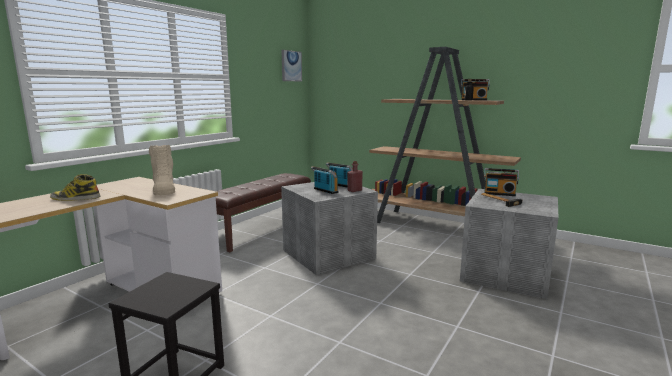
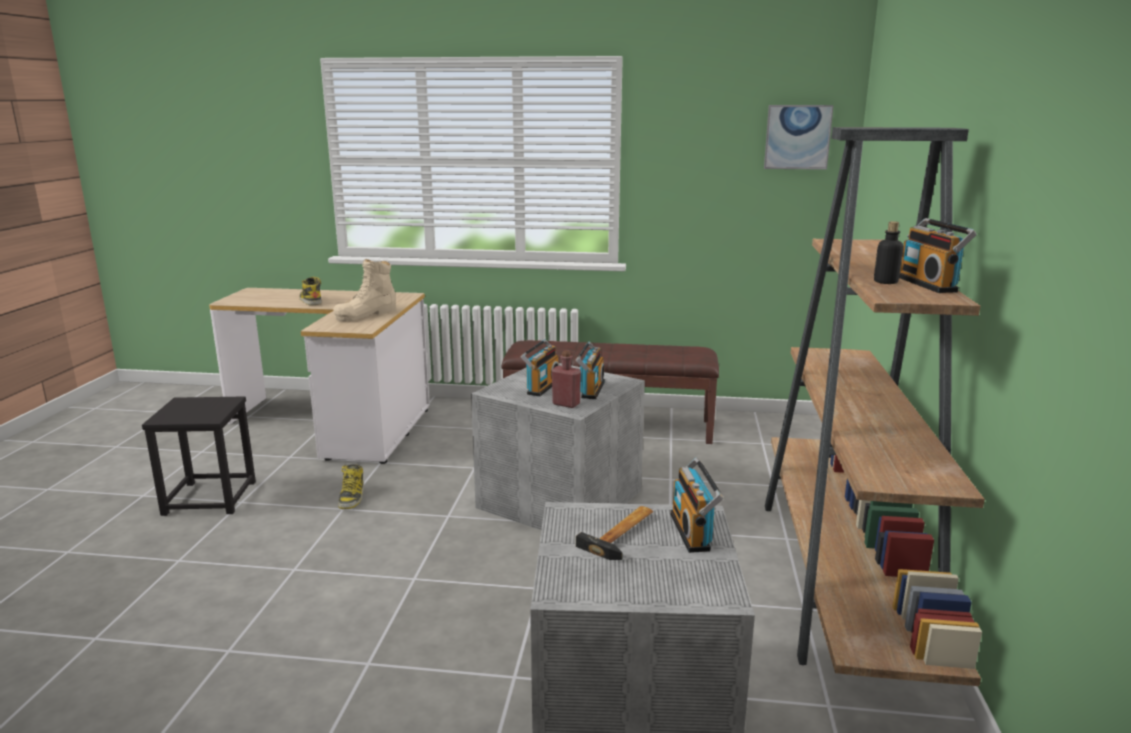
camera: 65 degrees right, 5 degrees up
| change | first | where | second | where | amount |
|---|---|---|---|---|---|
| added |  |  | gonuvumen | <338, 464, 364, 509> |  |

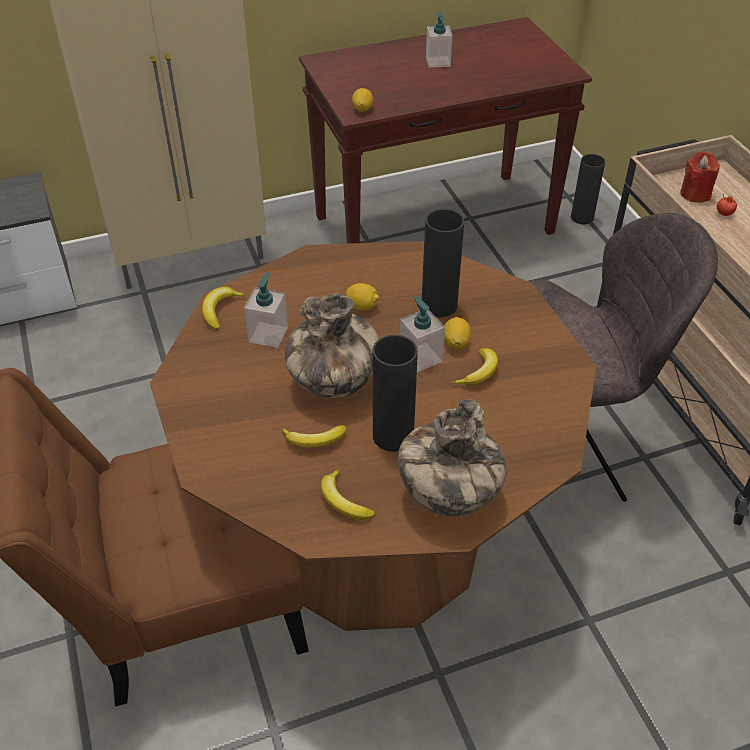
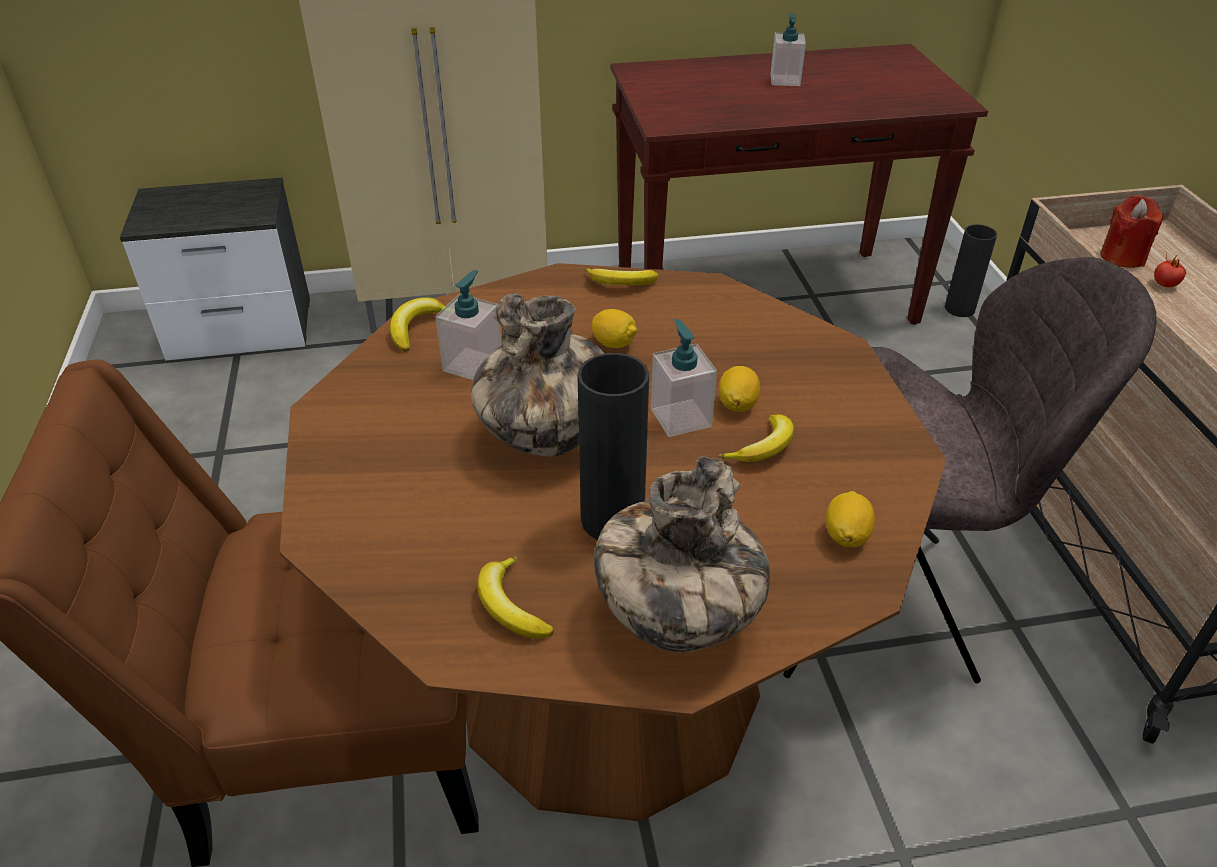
camera: 10 degrees right, 5 degrees down
| change | first | where | second | where | amount |
|---|---|---|---|---|---|
| moved | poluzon | <352, 88, 373, 112> |  | <826, 491, 875, 547> |  |
| removed | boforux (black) | <422, 209, 465, 317> |  |  |  |
| moved | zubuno | <282, 425, 346, 448> |  | <586, 268, 658, 286> |  |

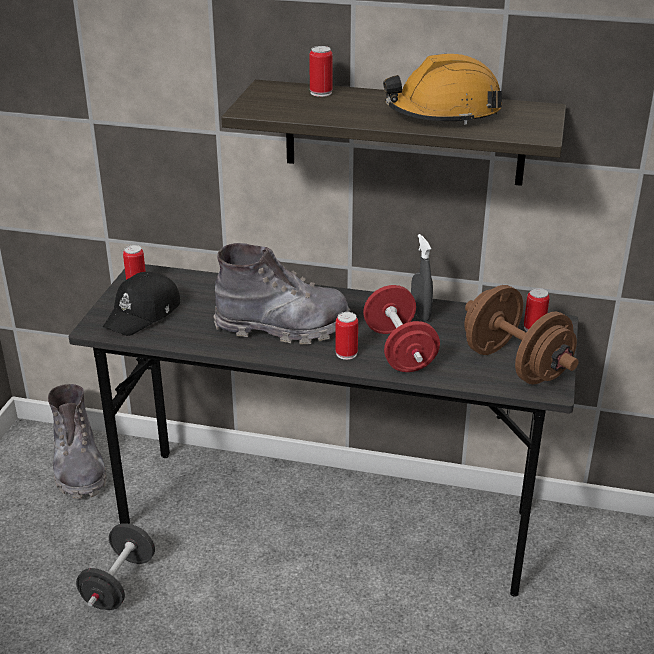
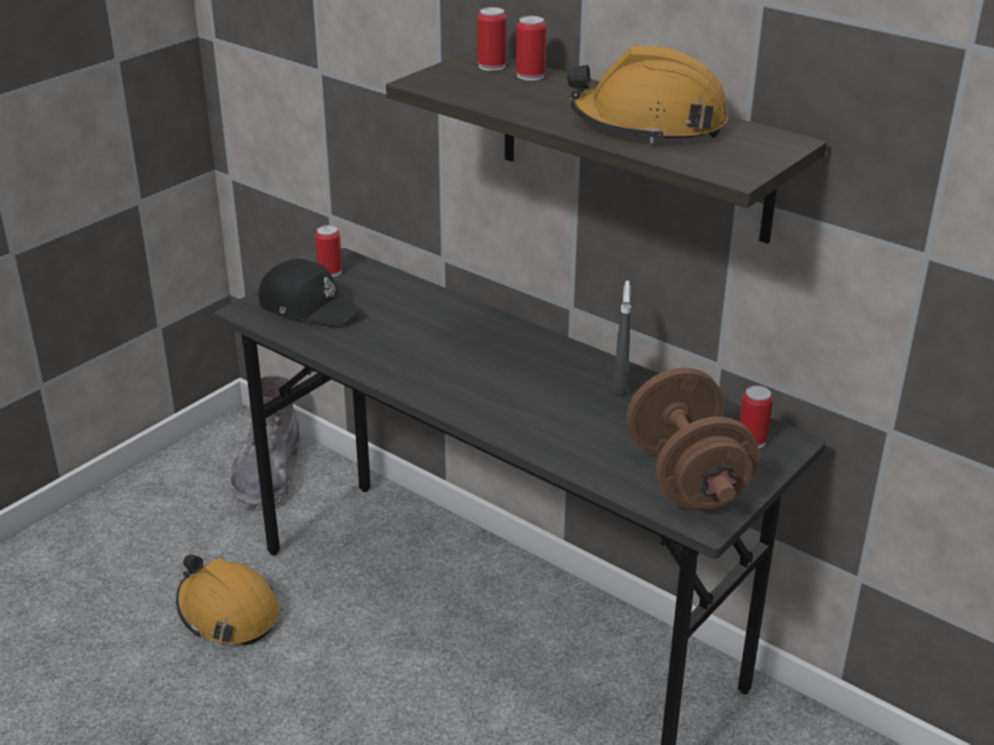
camera: 25 degrees right, 0 degrees up
| change | first | where | second | where | amount |
|---|---|---|---|---|---|
| removed | gonuvumen (grey) | <213, 243, 351, 345> |  |  |  |
| turned | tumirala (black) | <102, 272, 180, 336> |  | <258, 259, 361, 328> | 120 degrees counterclockwise |
| removed | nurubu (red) | <363, 285, 440, 372> |  |  |  |
| moved | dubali | <335, 312, 358, 360> |  | <477, 7, 507, 71> |  |
| replaced | nurubu (black) | <76, 523, 155, 610> | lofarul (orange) | <176, 554, 280, 645> |  |

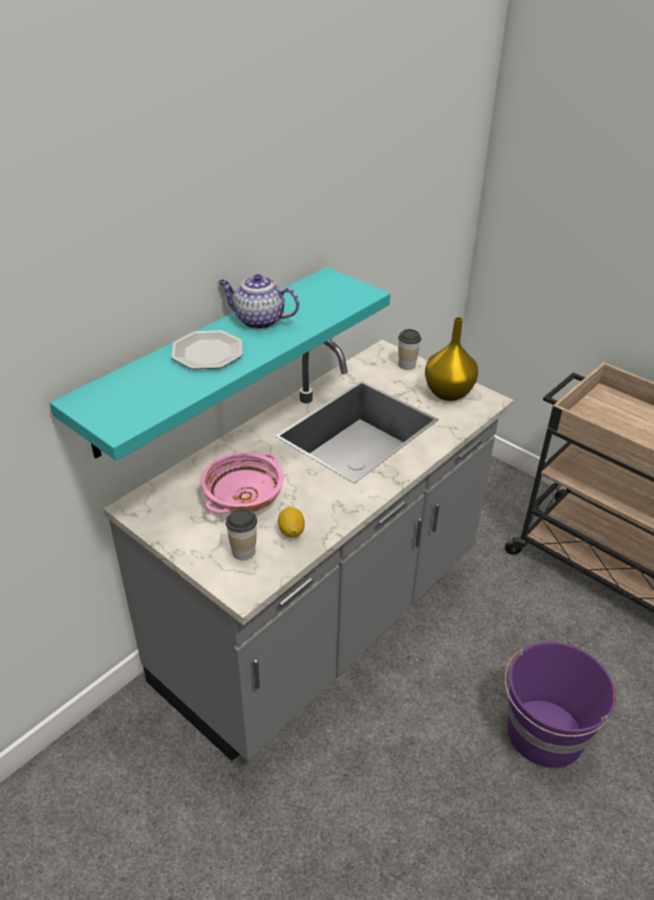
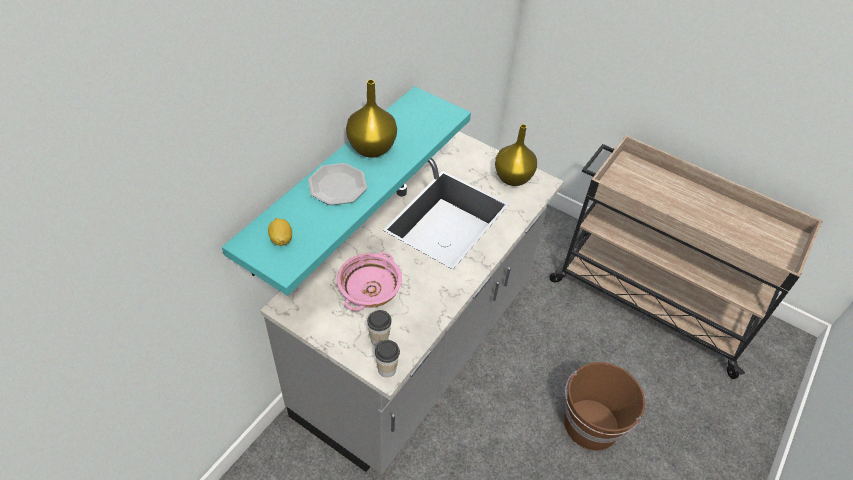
camera: 10 degrees left, 10 degrees up
| change | first | where | second | where | amount |
|---|---|---|---|---|---|
| replaced | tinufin | <218, 274, 299, 329> | boforux (yellow) | <346, 80, 397, 158> |  |
| moved | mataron | <398, 329, 421, 370> |  | <375, 340, 400, 378> |  |
| moved | poluzon | <278, 507, 305, 538> |  | <268, 218, 292, 246> |  |
| recoloured | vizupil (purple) | <505, 642, 616, 768> | vizupil (brown) | <564, 362, 645, 451> |  |

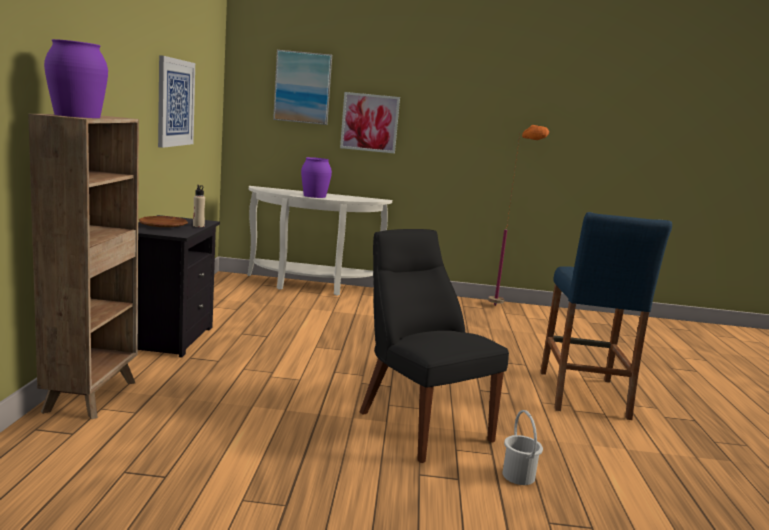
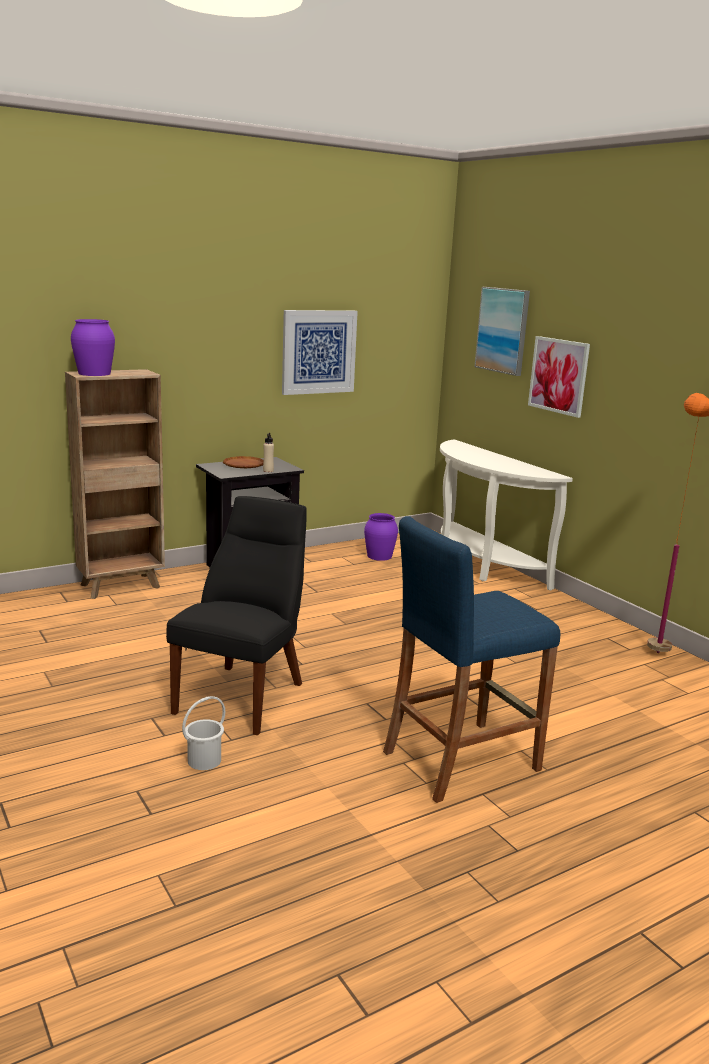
camera: 55 degrees right, 5 degrees up
| change | first | where | second | where | amount |
|---|---|---|---|---|---|
| moved | boforux (purple) | <301, 157, 332, 198> |  | <364, 513, 398, 561> |  |

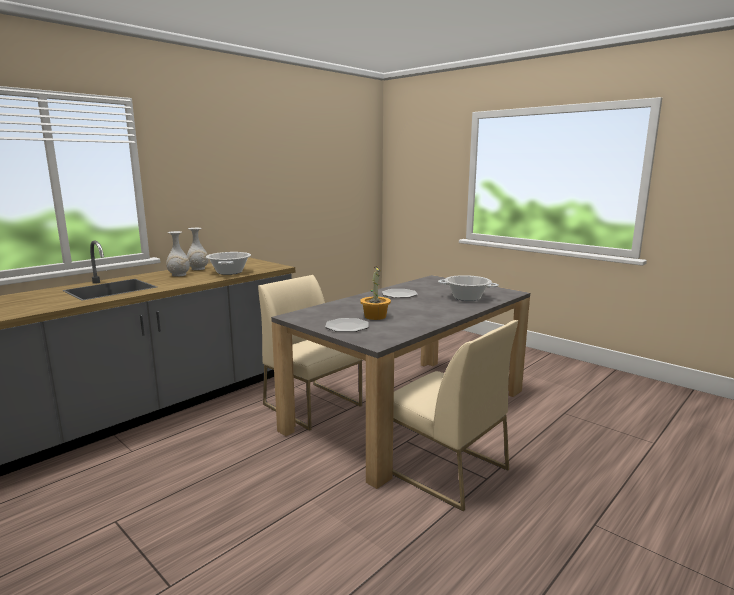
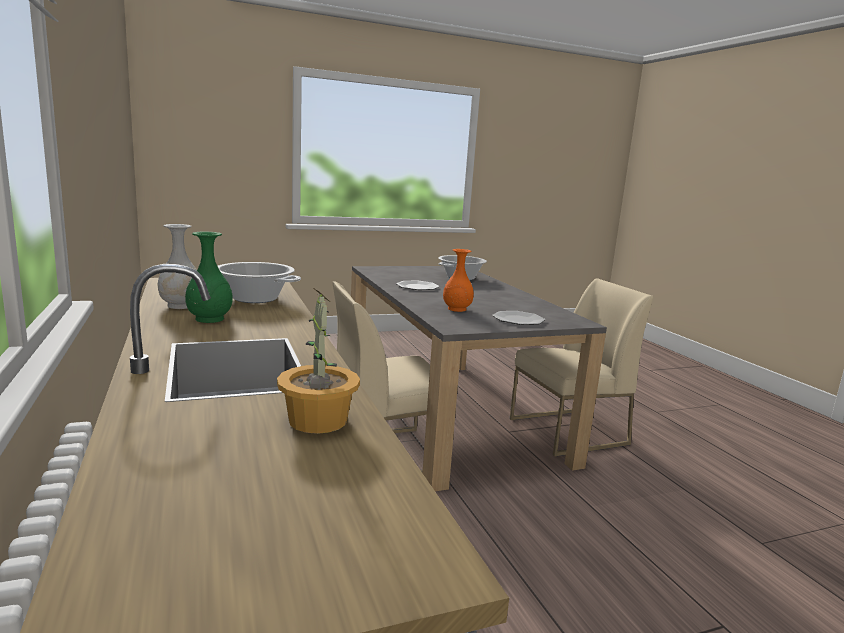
camera: 65 degrees left, 0 degrees up
| change | first | where | second | where | amount |
|---|---|---|---|---|---|
| recoloured | boforux (white) | <166, 231, 190, 277> | boforux (green) | <185, 232, 233, 323> |  |
| moved | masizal | <360, 266, 391, 320> |  | <277, 289, 360, 434> |  |
| added |  |  | boforux (orange) | <443, 249, 474, 312> |  |

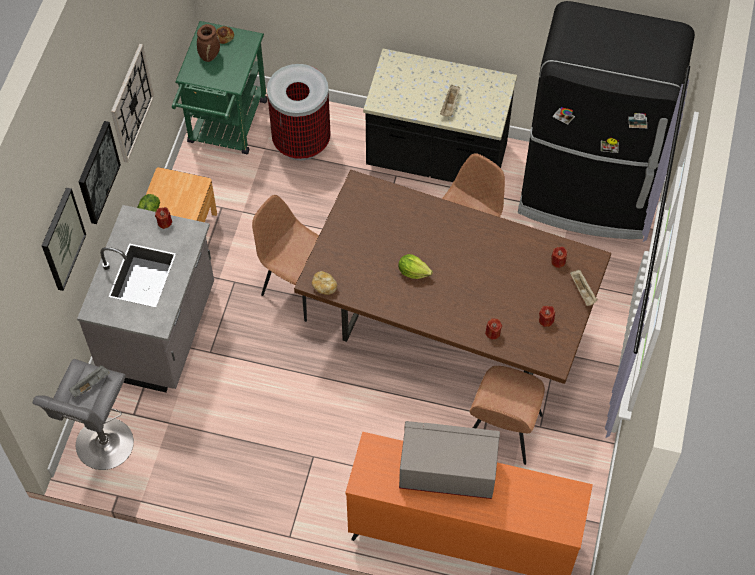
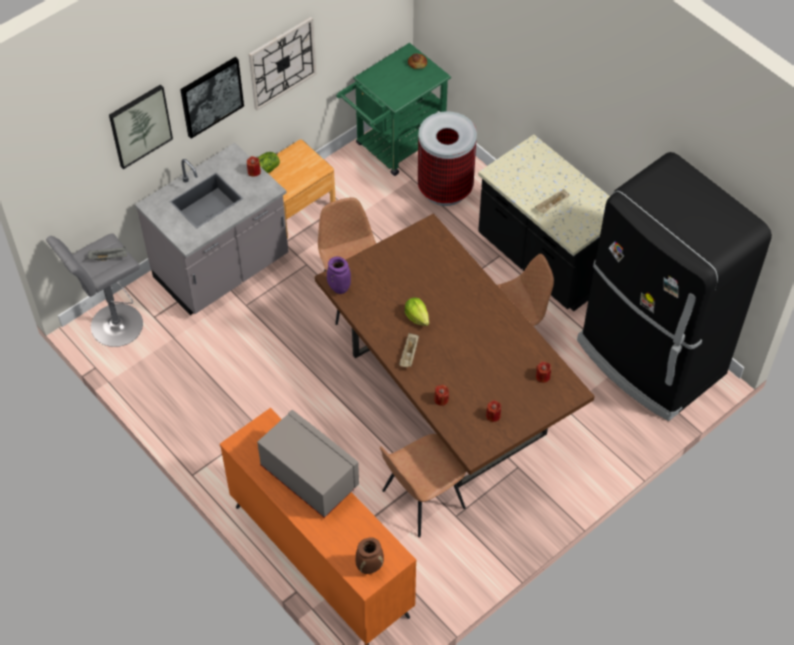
camera: 35 degrees right, 5 degrees down
| change | first | where | second | where | amount |
|---|---|---|---|---|---|
| moved | boforux (brown) | <197, 24, 220, 62> |  | <356, 537, 384, 574> |  |
| moved | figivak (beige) | <570, 270, 597, 306> |  | <399, 333, 419, 367> |  |
| replaced | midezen | <312, 271, 337, 295> | boforux (purple) | <327, 257, 351, 294> |  |

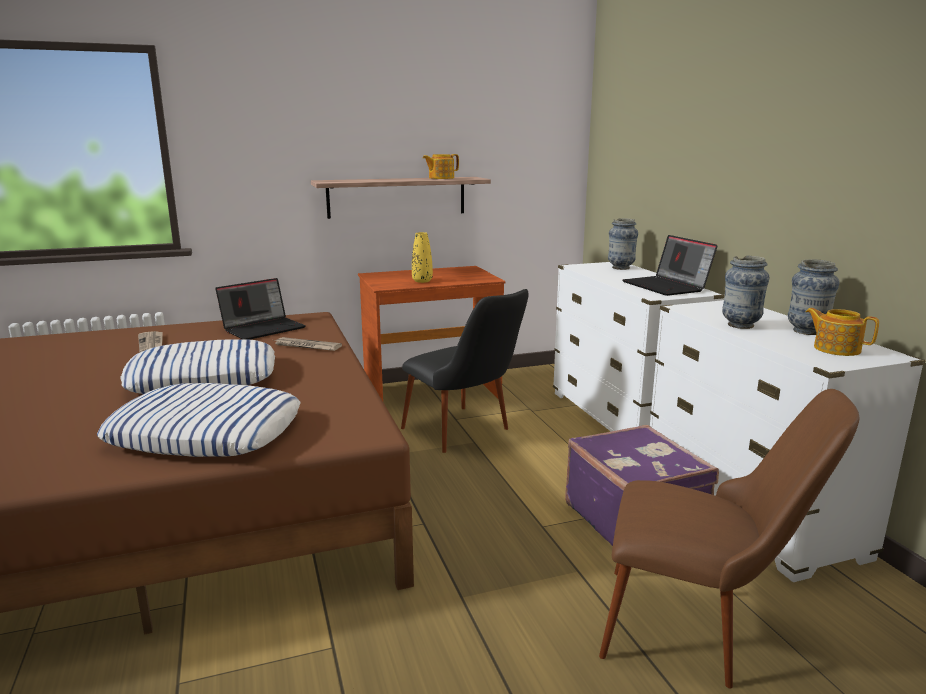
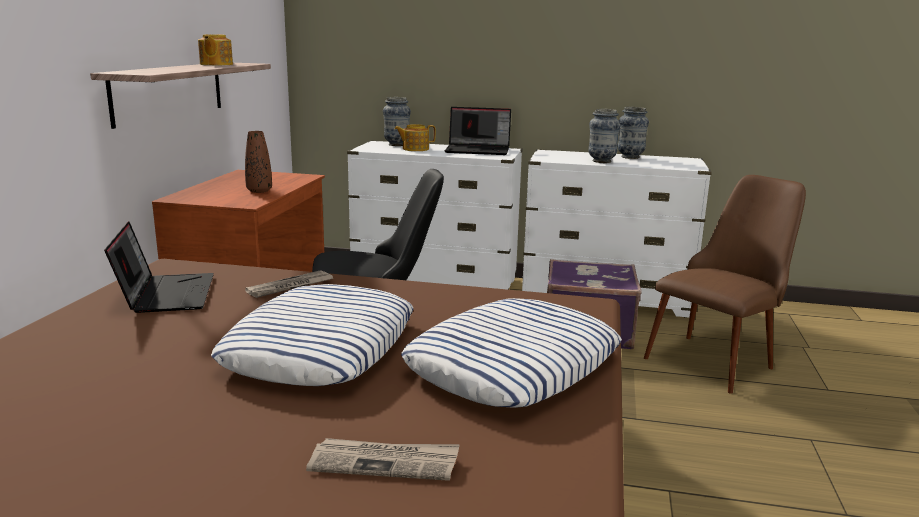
camera: 60 degrees left, 0 degrees up
| change | first | where | second | where | amount |
|---|---|---|---|---|---|
| recoloured | boforux (yellow) | <412, 232, 433, 283> | boforux (brown) | <245, 131, 272, 193> |  |
| moved | tinufin | <806, 308, 879, 356> |  | <394, 124, 436, 151> |  |
| moved | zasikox | <138, 331, 163, 352> |  | <306, 438, 460, 481> |  |

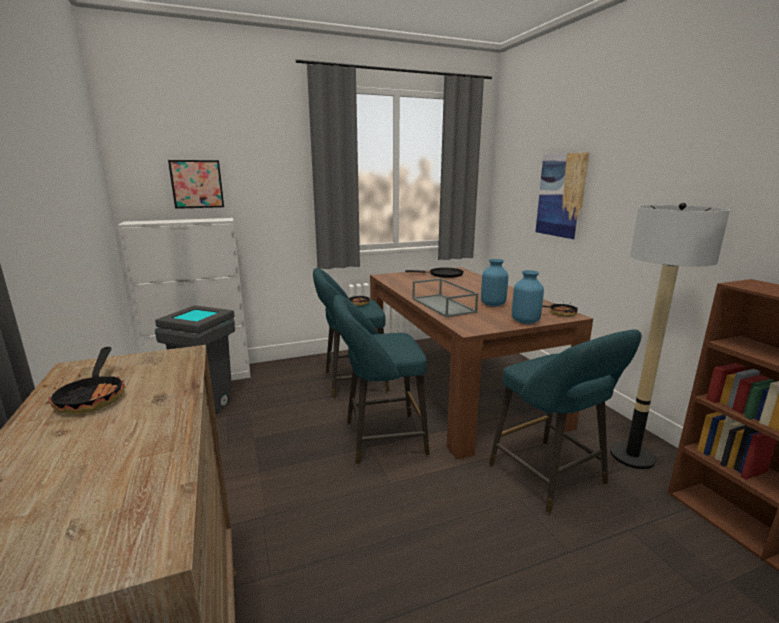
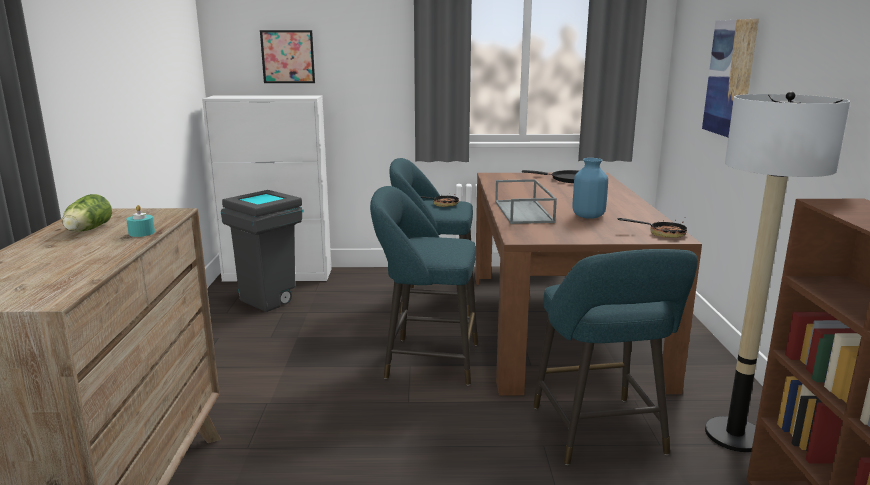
camera: 20 degrees right, 0 degrees up
| change | first | where | second | where | amount |
|---|---|---|---|---|---|
| removed | boforux (blue) | <512, 270, 544, 324> |  |  |  |
| replaced | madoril | <48, 347, 125, 414> | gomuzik | <62, 194, 112, 232> |  |
| added |  |  | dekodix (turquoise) | <126, 205, 155, 237> |  |

